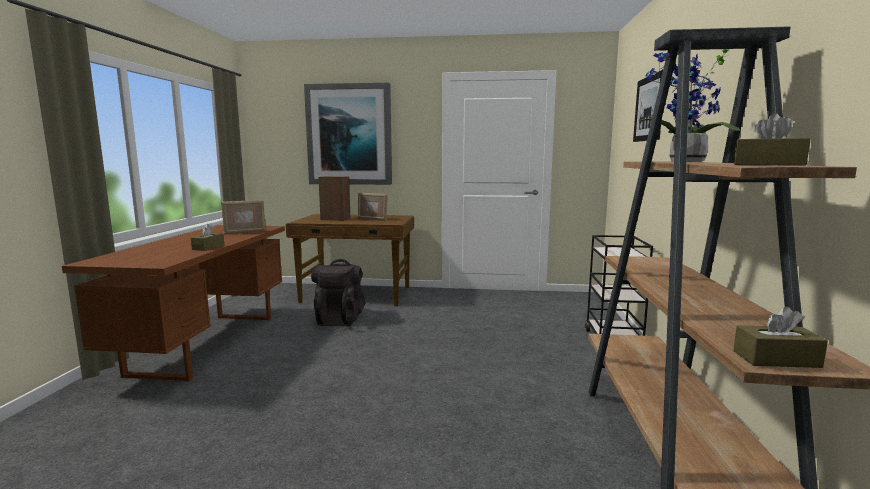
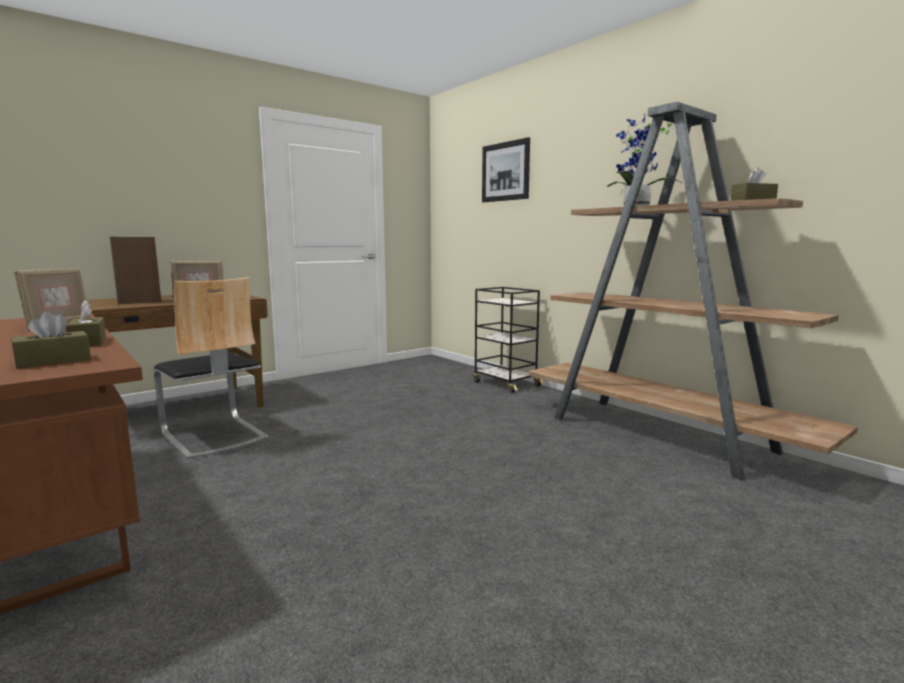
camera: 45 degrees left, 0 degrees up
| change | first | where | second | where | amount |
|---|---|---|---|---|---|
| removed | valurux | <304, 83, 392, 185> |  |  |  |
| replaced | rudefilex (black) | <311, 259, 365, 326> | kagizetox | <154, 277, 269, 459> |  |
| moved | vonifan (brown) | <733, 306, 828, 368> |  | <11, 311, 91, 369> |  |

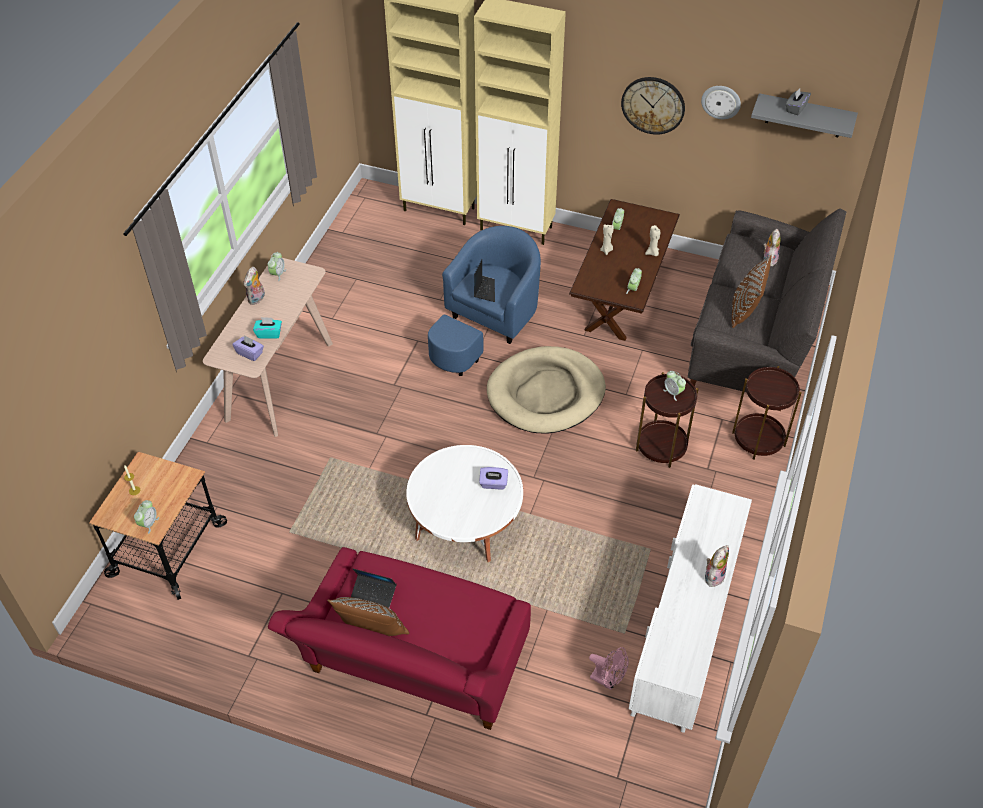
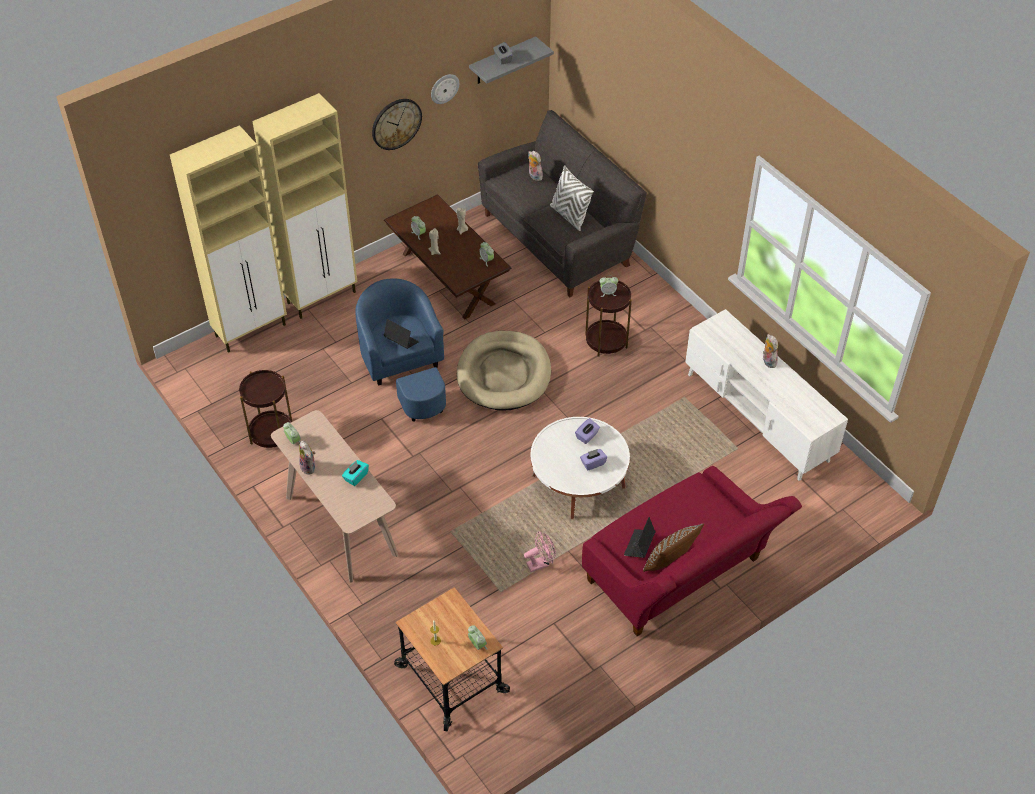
camera: 55 degrees left, 0 degrees up
| change | first | where | second | where | amount |
|---|---|---|---|---|---|
| recoloured | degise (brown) | <732, 255, 772, 328> | degise (white) | <550, 165, 594, 231> |  |
| moved | vonifan (purple) | <233, 335, 264, 361> |  | <580, 449, 607, 470> |  |
| moved | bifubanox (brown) | <732, 366, 802, 460> |  | <239, 370, 292, 448> |  |
| turned | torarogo | <351, 569, 396, 608> |  | <624, 517, 655, 558> | 150 degrees clockwise |
| moved | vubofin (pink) | <589, 647, 629, 690> |  | <524, 531, 556, 572> |  |

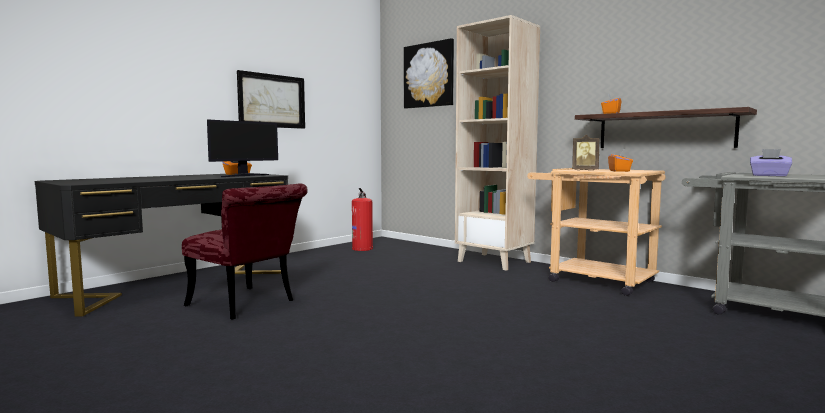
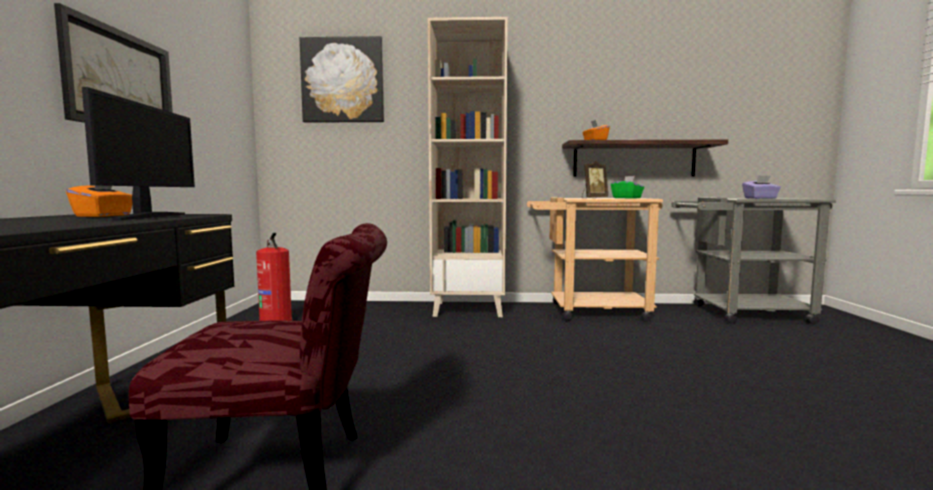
camera: 40 degrees left, 0 degrees up
| change | first | where | second | where | amount |
|---|---|---|---|---|---|
| recoloured | vonifan (orange) | <608, 149, 633, 172> | vonifan (green) | <611, 176, 644, 199> |  |

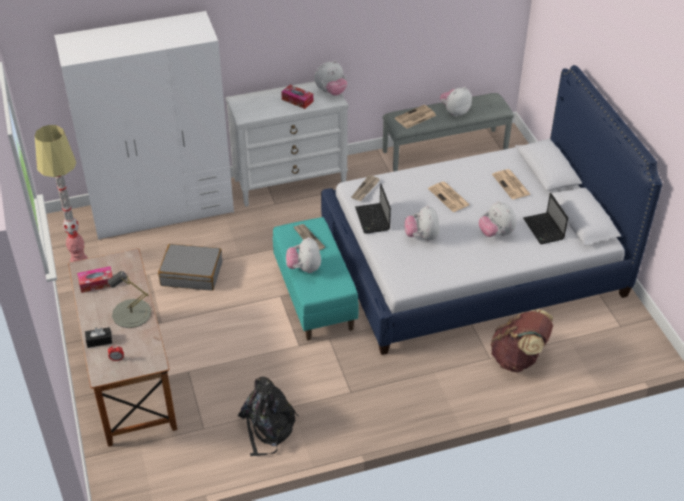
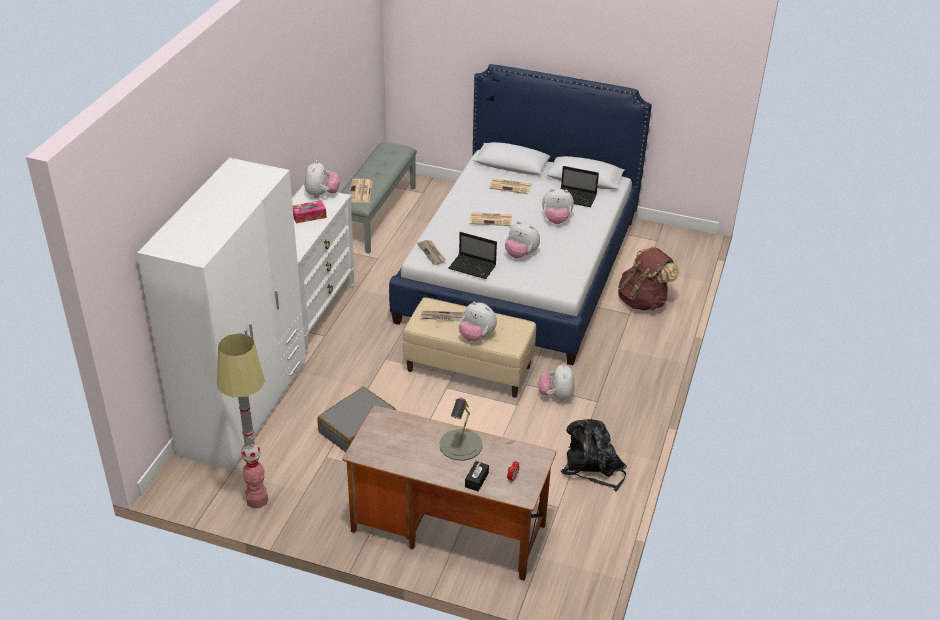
camera: 55 degrees left, 5 degrees down
| change | first | where | second | where | amount |
|---|---|---|---|---|---|
| moved | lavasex | <440, 87, 472, 117> |  | <539, 363, 575, 401> |  |
| recoloured | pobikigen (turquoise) | <273, 217, 359, 341> | pobikigen (beige) | <403, 297, 536, 398> |  |
| removed | vonifan | <77, 266, 113, 293> |  |  |  |

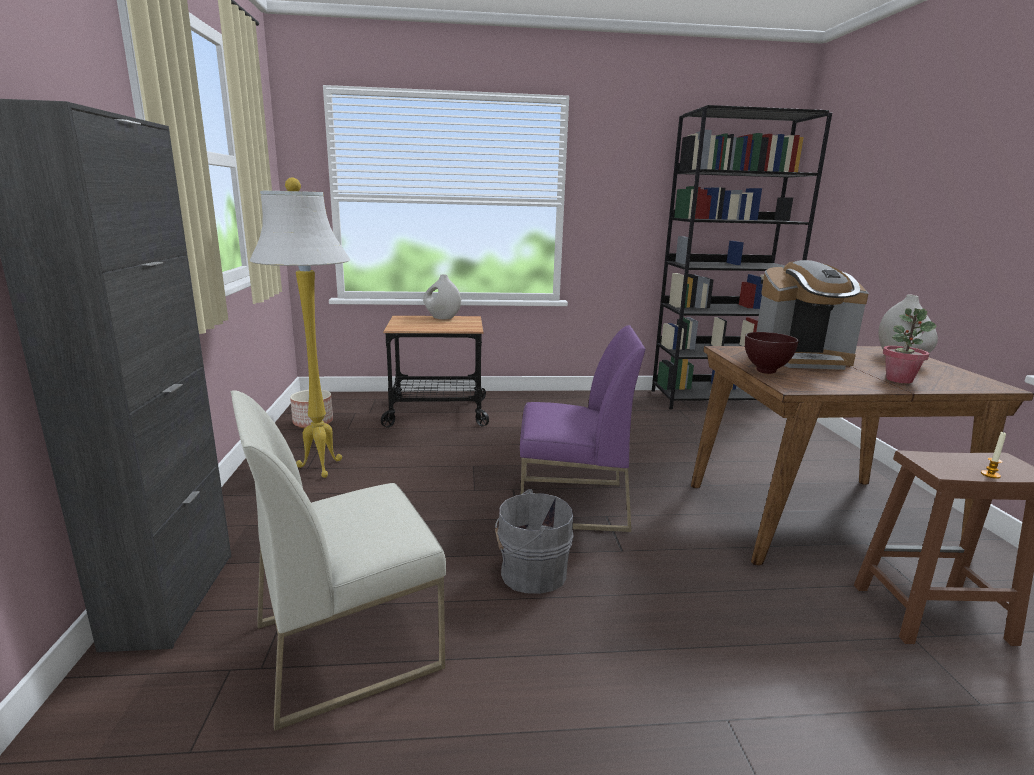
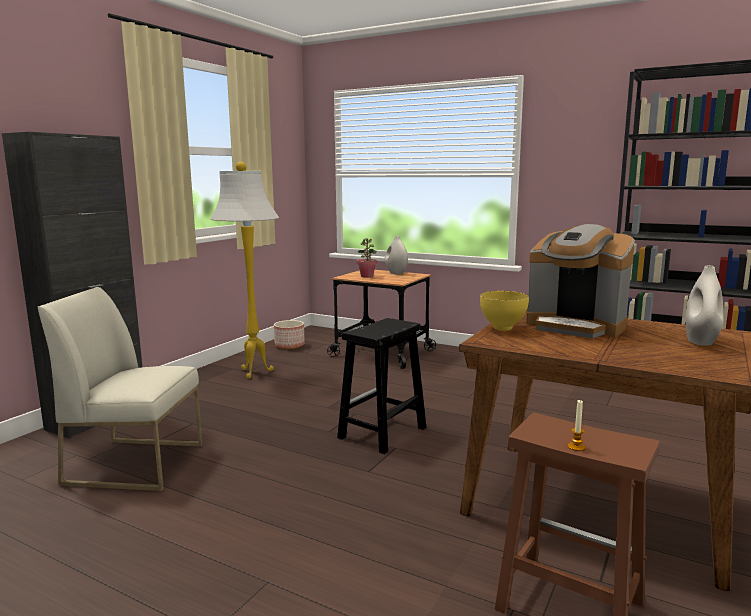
camera: 35 degrees right, 5 degrees down
| change | first | where | second | where | amount |
|---|---|---|---|---|---|
| moved | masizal | <883, 308, 937, 384> |  | <357, 238, 377, 278> |  |
| replaced | kagizetox (purple) | <520, 325, 646, 532> | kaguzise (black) | <337, 318, 426, 454> |  |
| recoloured | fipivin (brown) | <745, 332, 799, 374> | fipivin (yellow) | <480, 291, 529, 331> |  |
| removed | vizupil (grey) | <495, 489, 574, 594> |  |  |  |

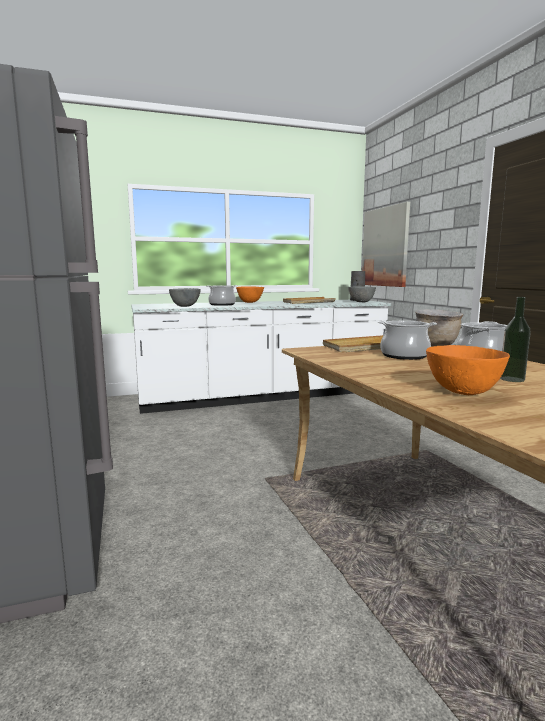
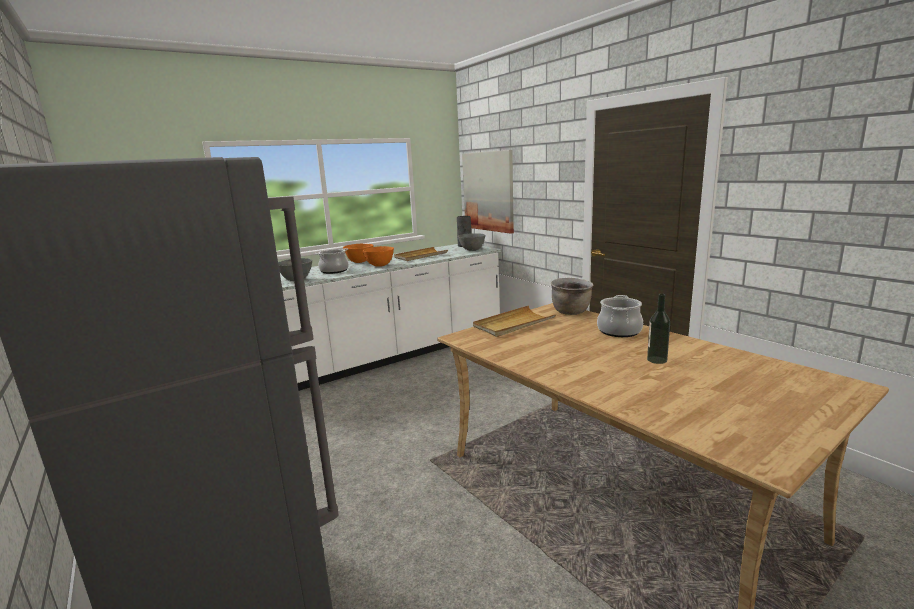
camera: 15 degrees left, 5 degrees up
| change | first | where | second | where | amount |
|---|---|---|---|---|---|
| removed | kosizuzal | <378, 321, 437, 360> |  |  |  |
| moved | fipivin (orange) | <426, 345, 510, 395> |  | <362, 246, 394, 267> |  |

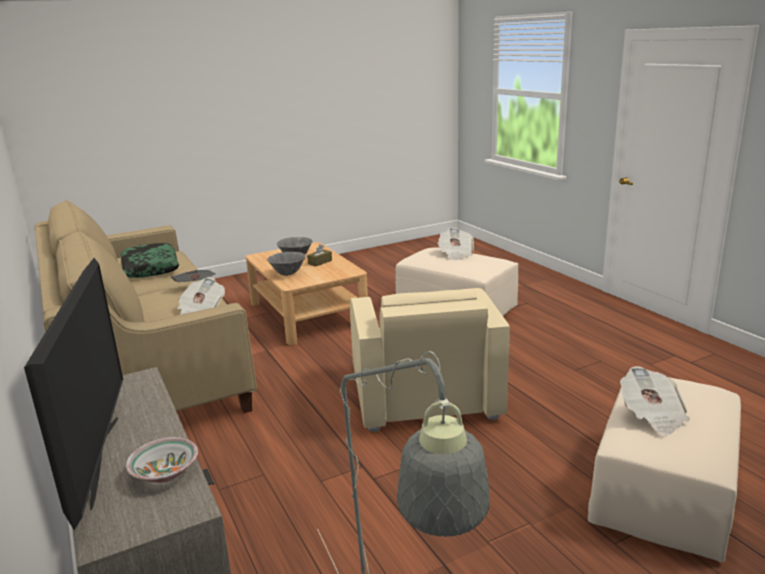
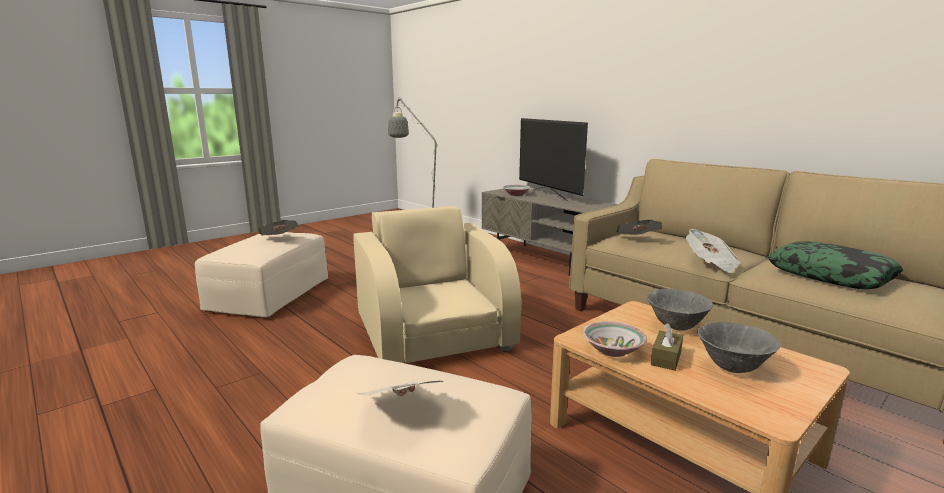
camera: 165 degrees right, 5 degrees down
| change | first | where | second | where | amount |
|---|---|---|---|---|---|
| added |  |  | fipivin | <582, 321, 647, 357> |  |

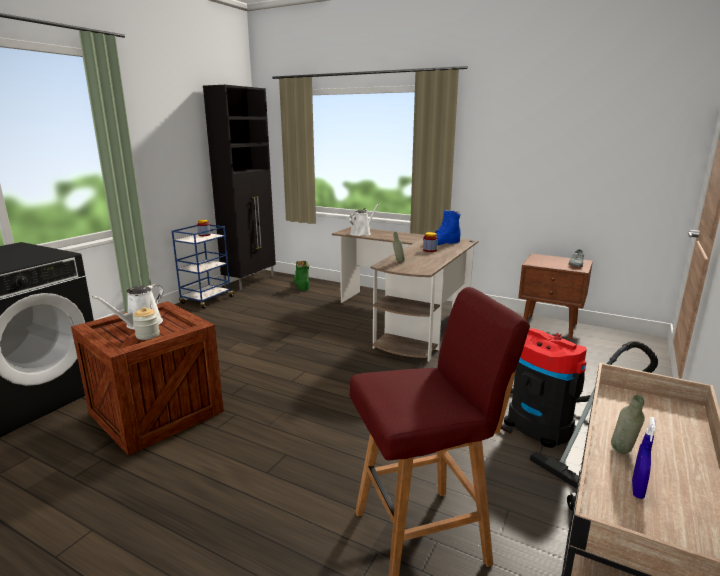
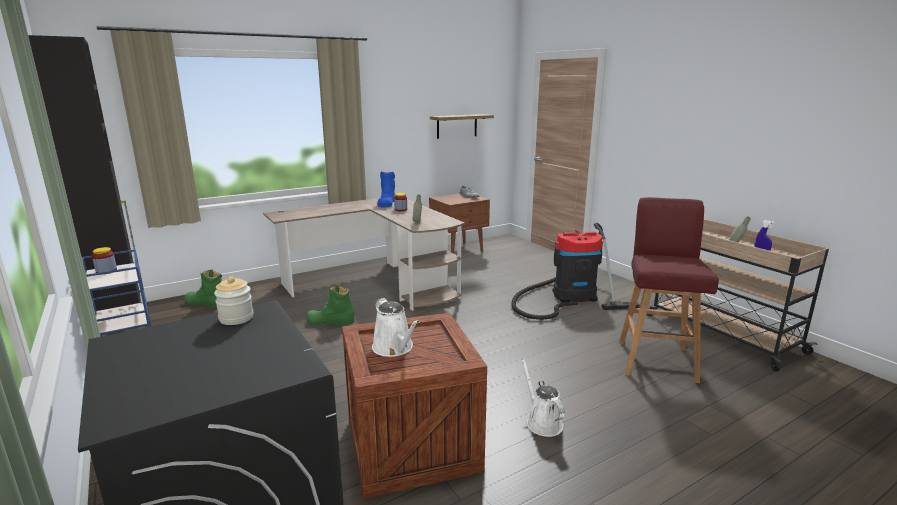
camera: 60 degrees left, 0 degrees up
| change | first | where | second | where | amount |
|---|---|---|---|---|---|
| moved | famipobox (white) | <349, 203, 379, 236> |  | <521, 359, 565, 437> |  |
| moved | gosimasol | <133, 307, 160, 340> |  | <214, 276, 254, 325> |  |
| added |  |  | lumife | <430, 114, 494, 139> |  |
| added |  |  | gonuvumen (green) | <306, 285, 354, 325> |  |

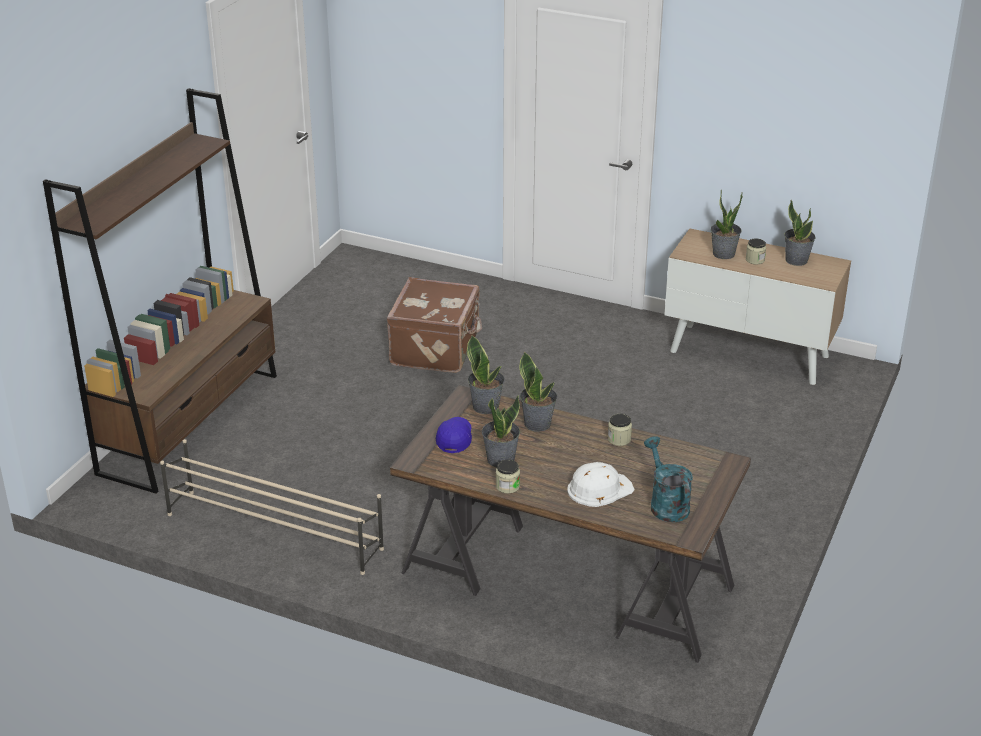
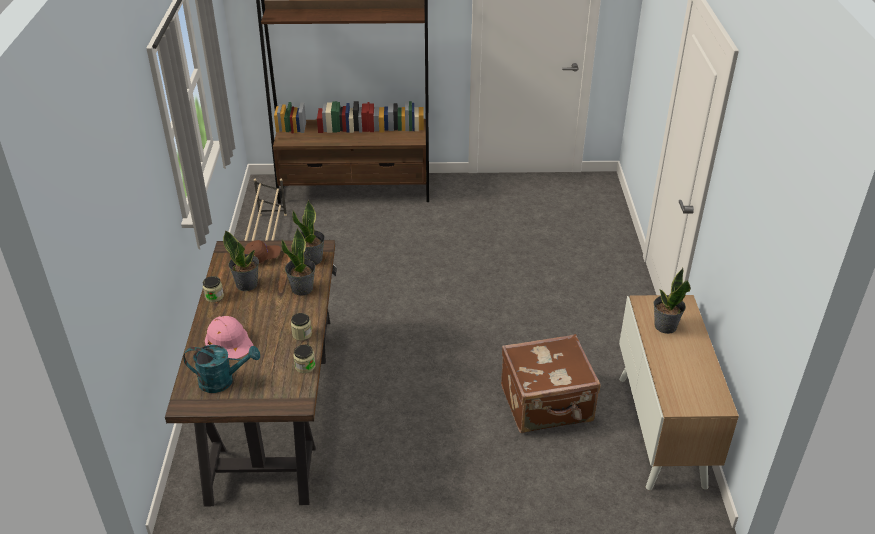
camera: 65 degrees right, 5 degrees up
| change | first | where | second | where | amount |
|---|---|---|---|---|---|
| removed | masizal | <784, 200, 816, 266> |  |  |  |
| moved | gosimasol | <746, 238, 766, 265> |  | <293, 344, 316, 373> |  |
| moved | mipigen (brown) | <387, 277, 482, 373> |  | <501, 334, 601, 433> |  |
| recoloured | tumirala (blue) | <436, 417, 472, 453> | tumirala (brown) | <244, 240, 281, 263> |  |
| turned | famipobox (turquoise) | <644, 436, 693, 522> |  | <183, 345, 260, 393> | 45 degrees clockwise |
| recoloured | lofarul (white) | <567, 462, 635, 507> | lofarul (pink) | <205, 316, 254, 359> |  |

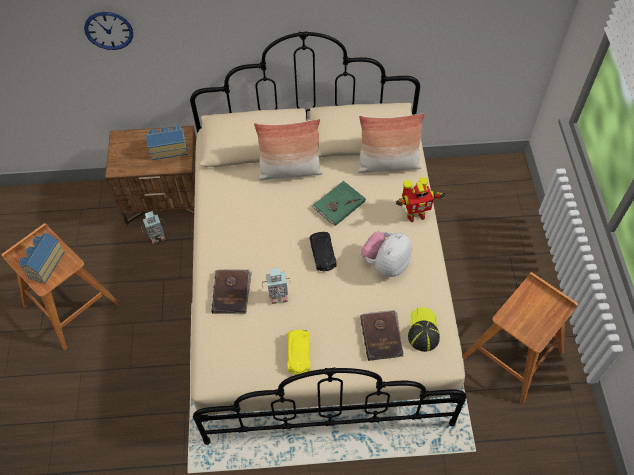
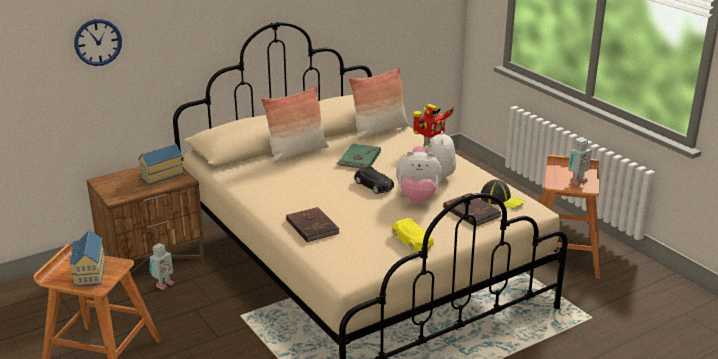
camera: 30 degrees left, 30 degrees down
| change | first | where | second | where | amount |
|---|---|---|---|---|---|
| moved | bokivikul | <262, 267, 291, 304> |  | <569, 138, 592, 185> |  |
| turned | tumirala | <408, 307, 440, 352> |  | <481, 179, 525, 209> | 150 degrees clockwise |
| added |  |  | lavasex | <396, 151, 443, 203> |  |

